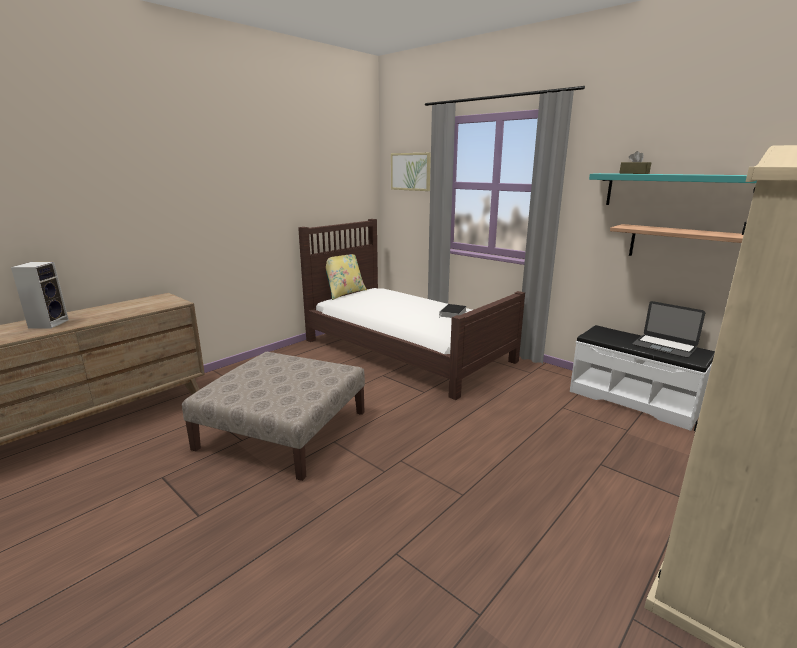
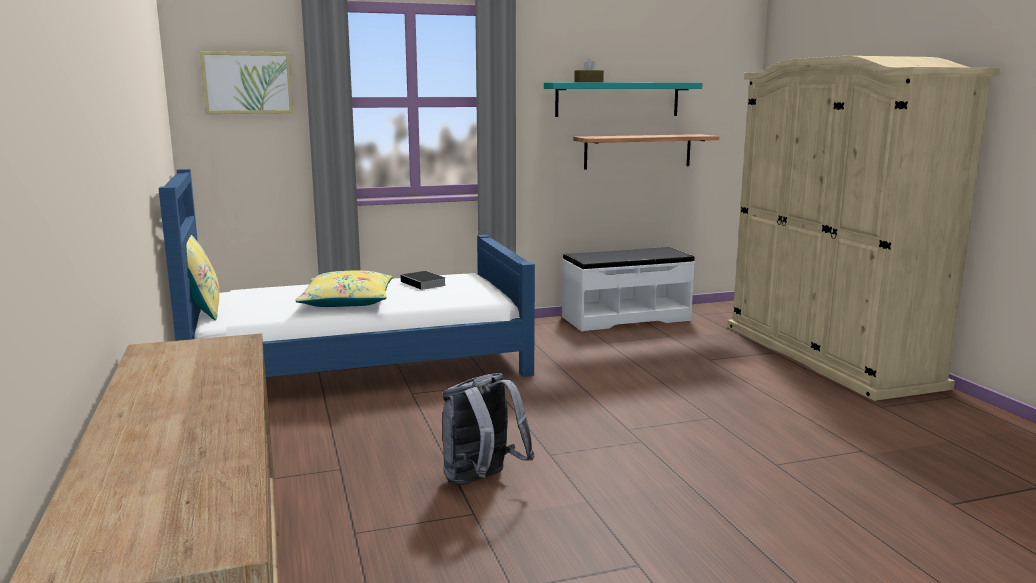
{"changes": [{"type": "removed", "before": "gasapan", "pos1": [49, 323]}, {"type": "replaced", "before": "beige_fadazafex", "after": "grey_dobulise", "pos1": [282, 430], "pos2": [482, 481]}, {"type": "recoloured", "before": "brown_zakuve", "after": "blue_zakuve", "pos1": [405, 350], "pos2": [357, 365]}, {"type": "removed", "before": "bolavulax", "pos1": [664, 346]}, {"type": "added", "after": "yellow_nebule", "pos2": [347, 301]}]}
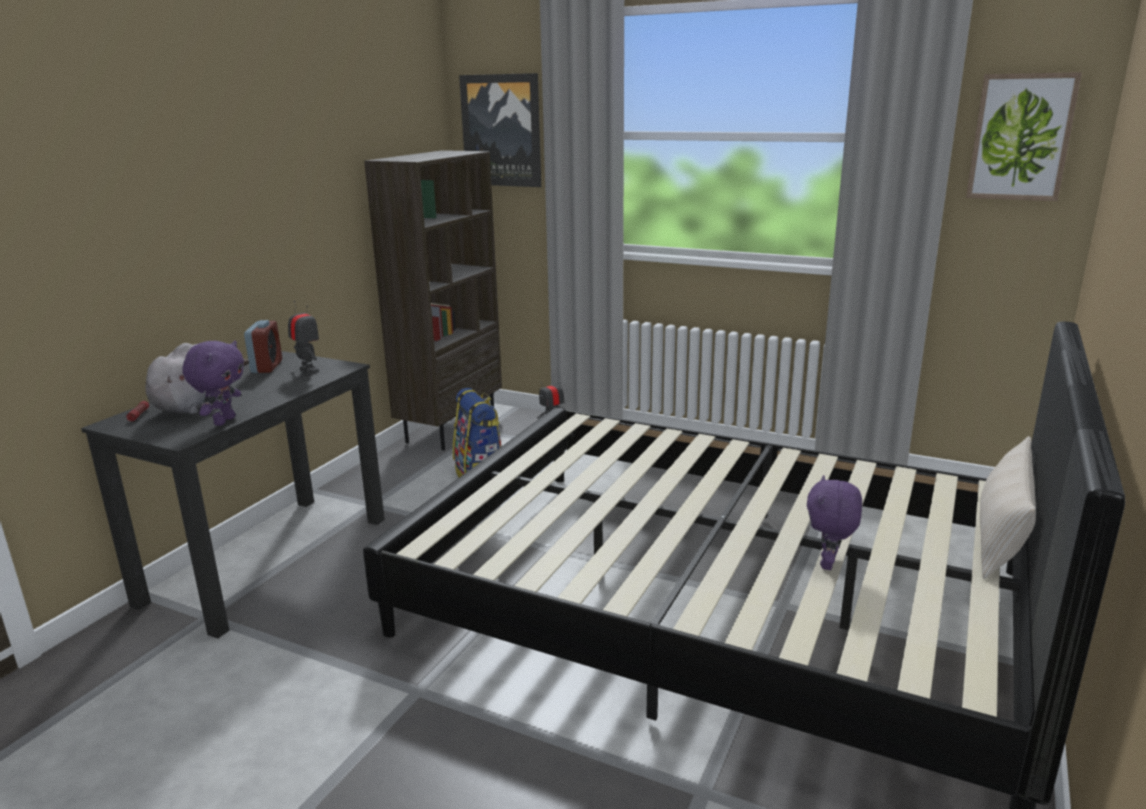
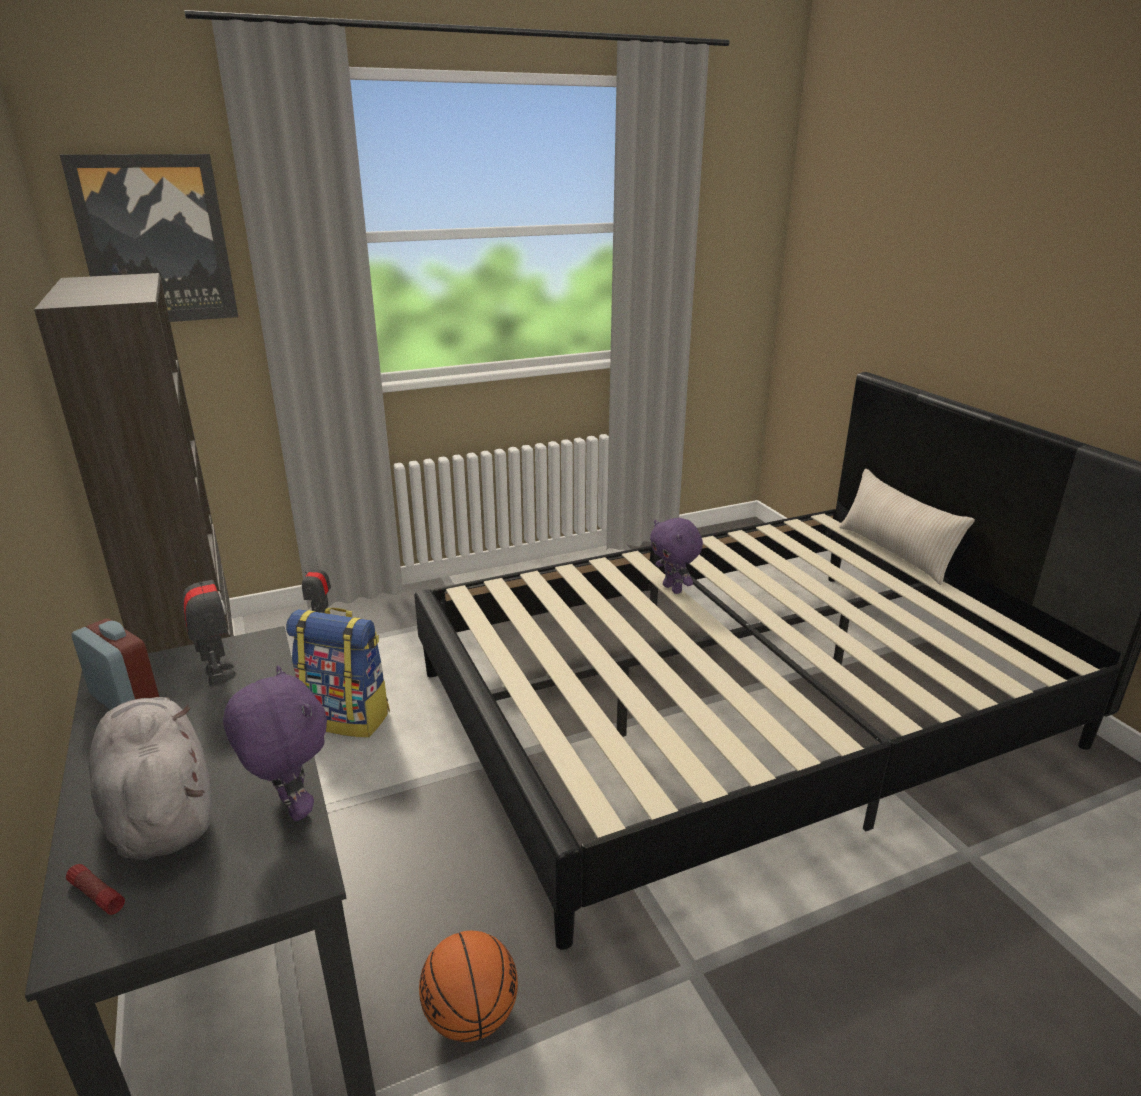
{"changes": [{"type": "turned", "before": "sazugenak", "pos1": [308, 371], "pos2": [218, 674], "turn": 60}, {"type": "moved", "before": "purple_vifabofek", "pos1": [829, 564], "pos2": [673, 589]}, {"type": "removed", "before": "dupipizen", "pos1": [1021, 137]}, {"type": "added", "after": "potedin", "pos2": [471, 1016]}]}
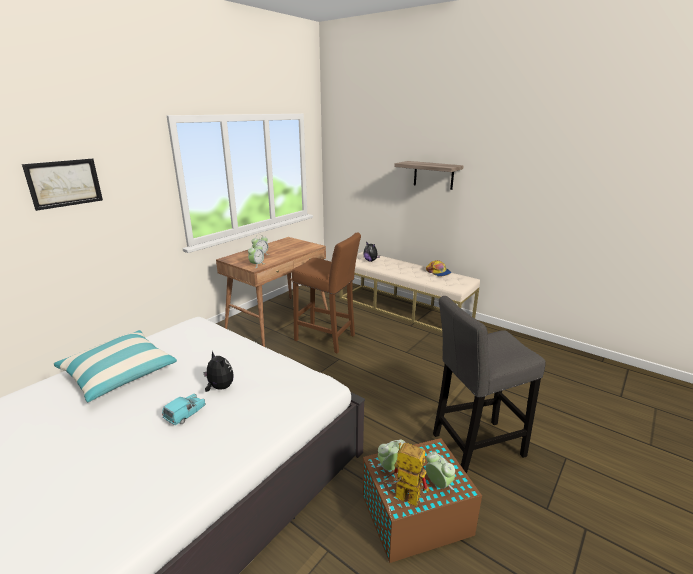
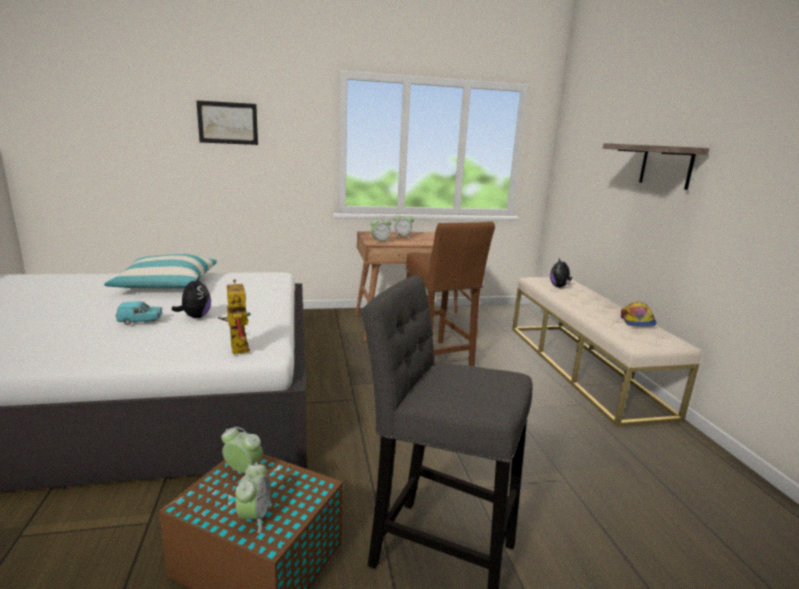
{"changes": [{"type": "moved", "before": "sazugenak", "pos1": [401, 496], "pos2": [236, 346]}]}
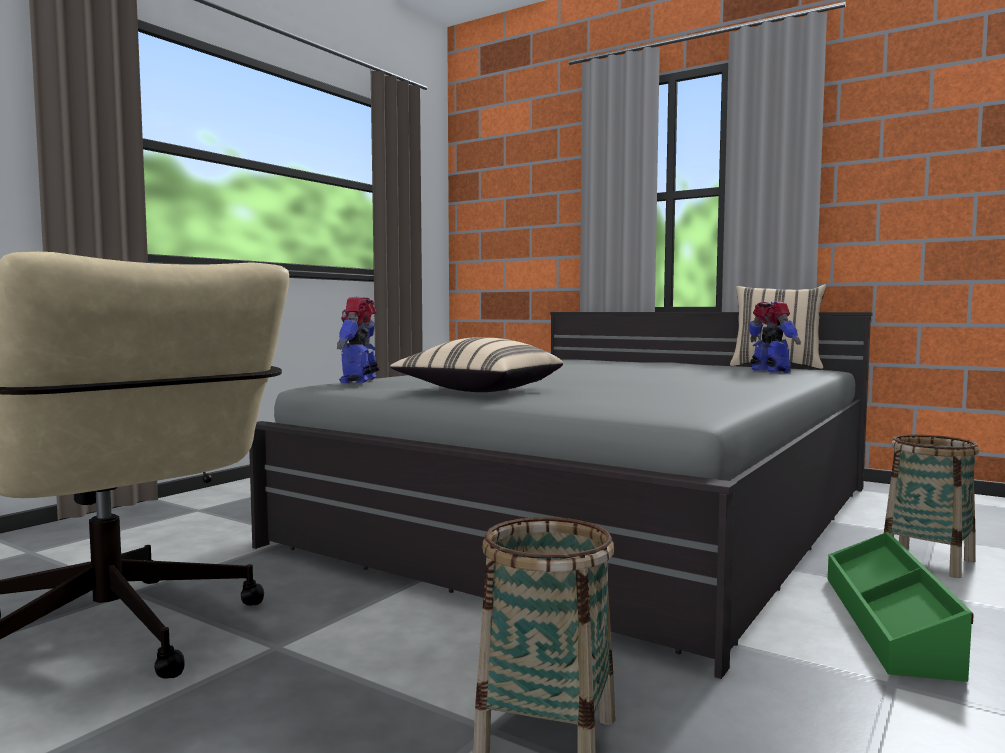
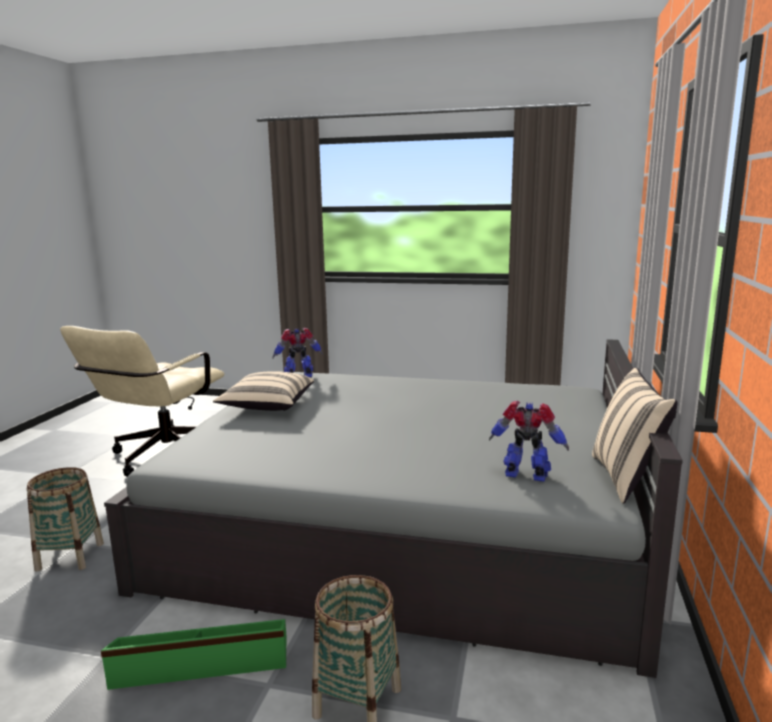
{"changes": [{"type": "turned", "before": "sazugenak", "pos1": [770, 371], "pos2": [526, 476], "turn": -120}]}
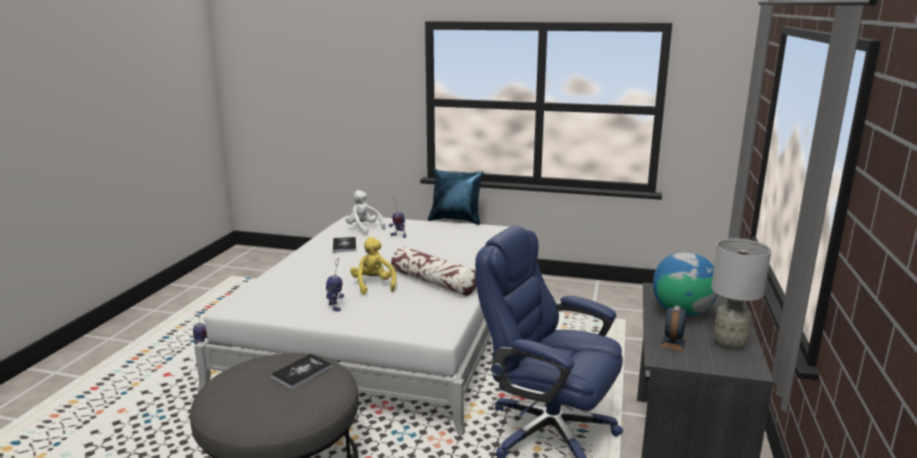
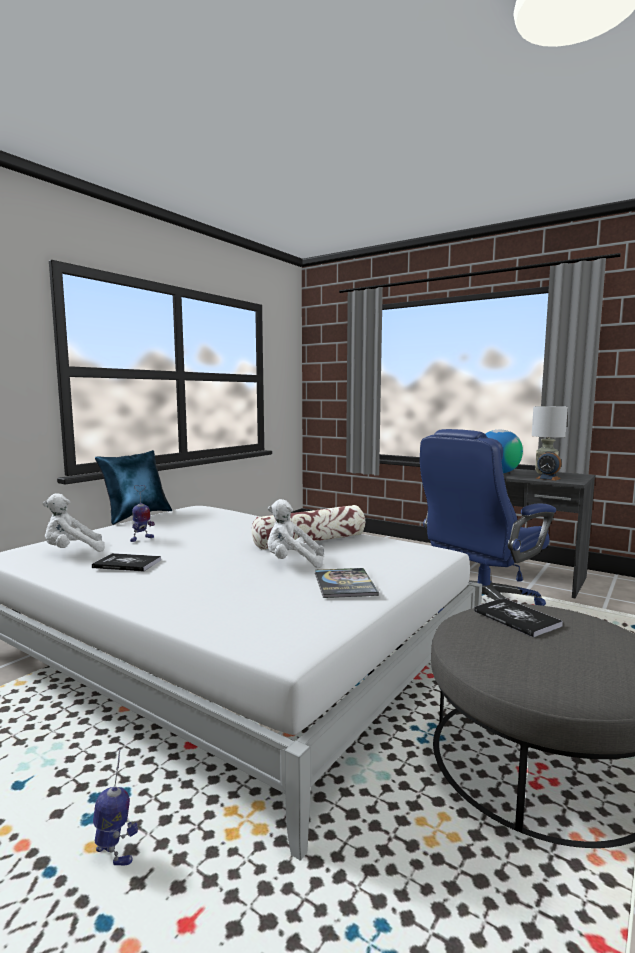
{"changes": [{"type": "replaced", "before": "sazugenak", "after": "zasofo", "pos1": [335, 307], "pos2": [344, 584]}, {"type": "recoloured", "before": "yellow_vifabofek", "after": "white_vifabofek", "pos1": [373, 285], "pos2": [292, 563]}]}
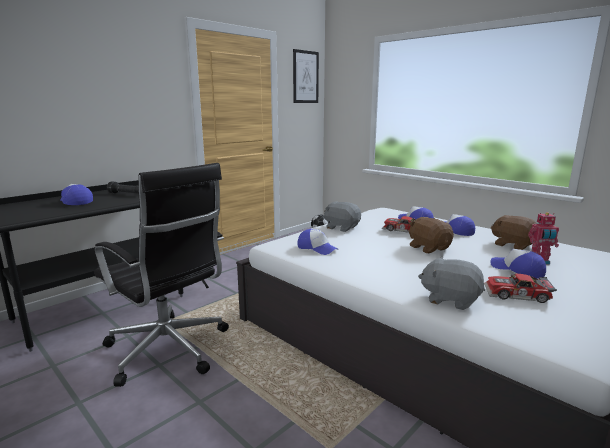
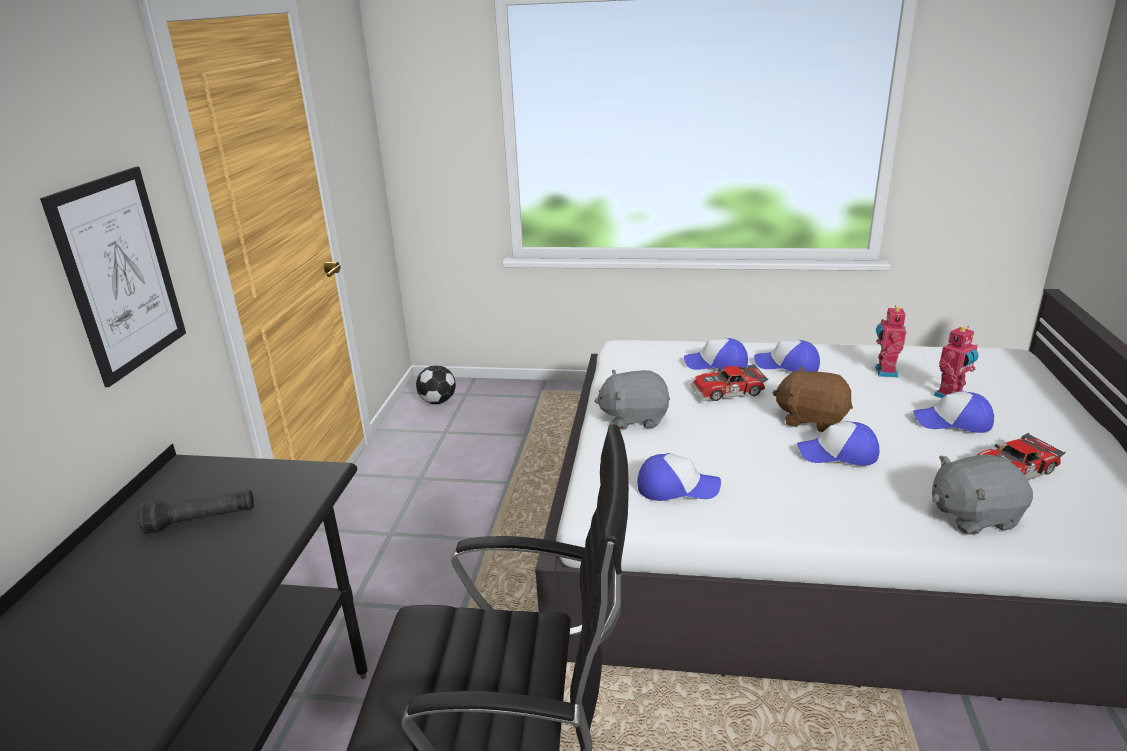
{"changes": [{"type": "moved", "before": "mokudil", "pos1": [75, 201], "pos2": [838, 454]}, {"type": "moved", "before": "dupipizen", "pos1": [305, 77], "pos2": [120, 274]}, {"type": "replaced", "before": "brown_vifabofek", "after": "sazugenak", "pos1": [513, 245], "pos2": [884, 372]}]}
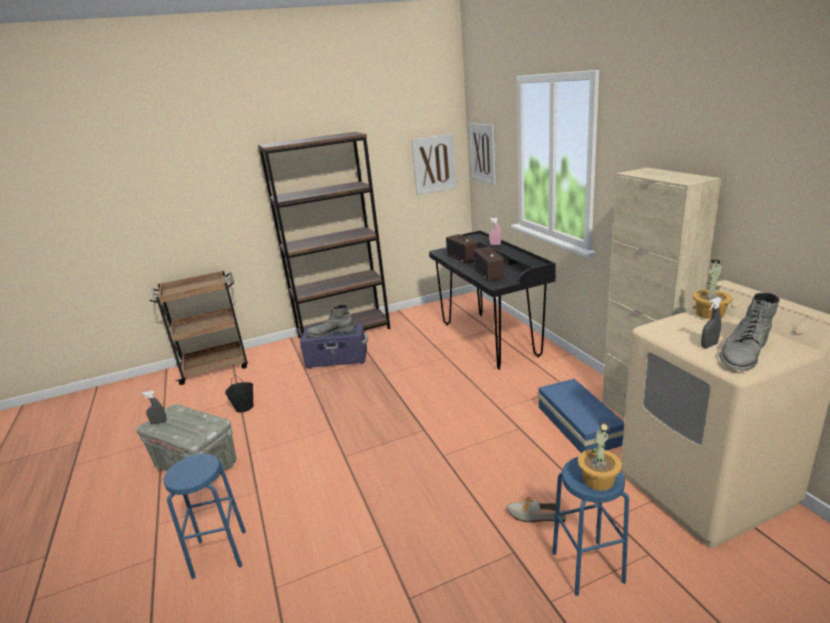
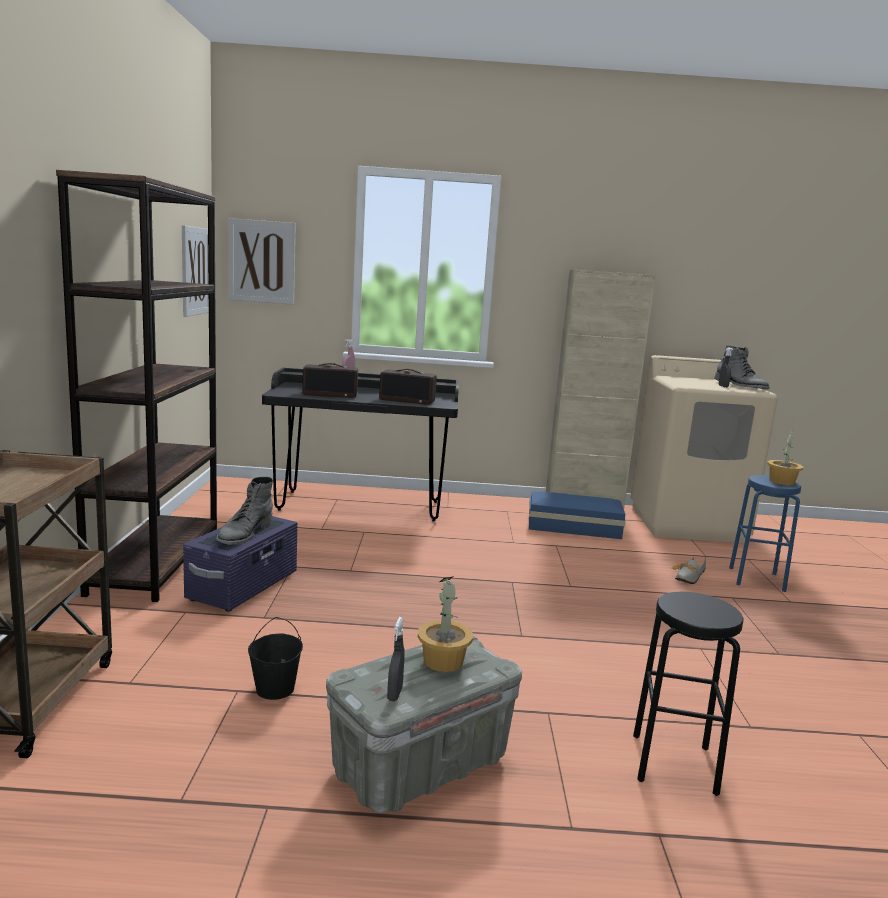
{"changes": [{"type": "recoloured", "before": "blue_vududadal", "after": "black_vududadal", "pos1": [219, 553], "pos2": [674, 763]}, {"type": "moved", "before": "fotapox", "pos1": [709, 314], "pos2": [443, 661]}]}
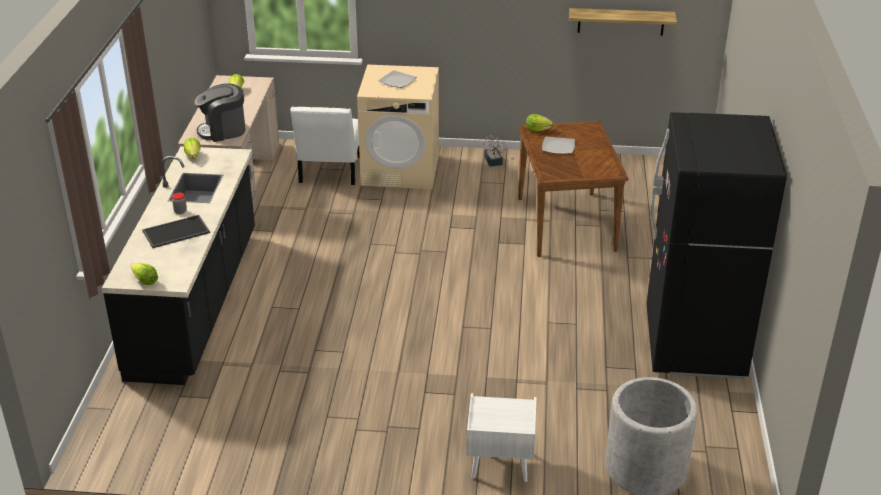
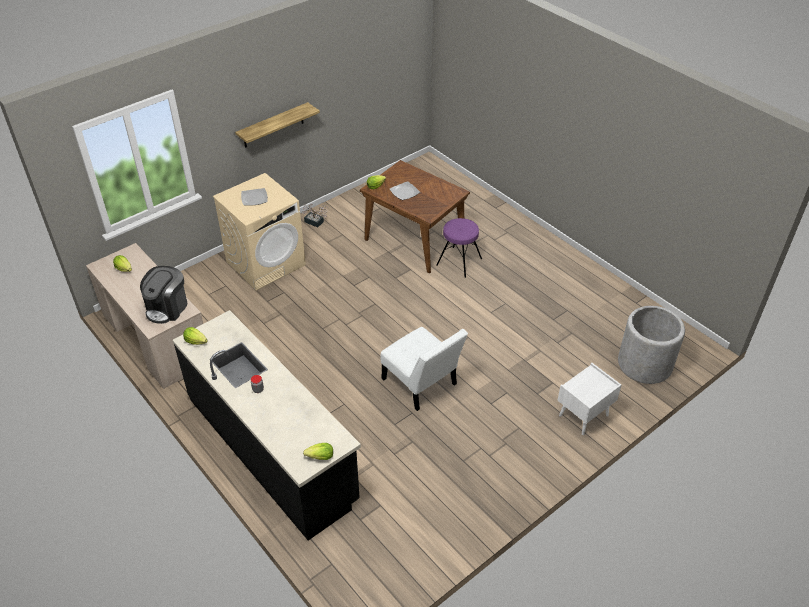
{"changes": [{"type": "removed", "before": "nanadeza", "pos1": [176, 232]}, {"type": "moved", "before": "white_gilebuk", "pos1": [329, 172], "pos2": [421, 384]}, {"type": "moved", "before": "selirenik", "pos1": [621, 21], "pos2": [273, 125]}, {"type": "removed", "before": "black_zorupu", "pos1": [694, 344]}, {"type": "added", "after": "purple_vududadal", "pos2": [459, 262]}]}
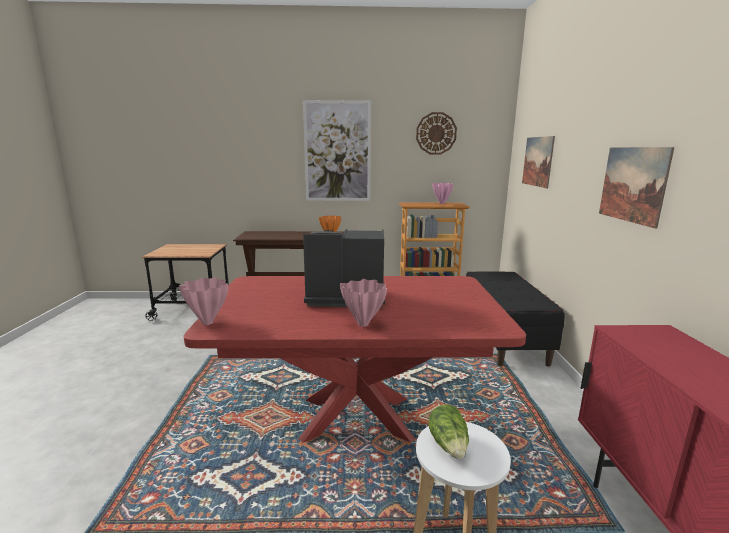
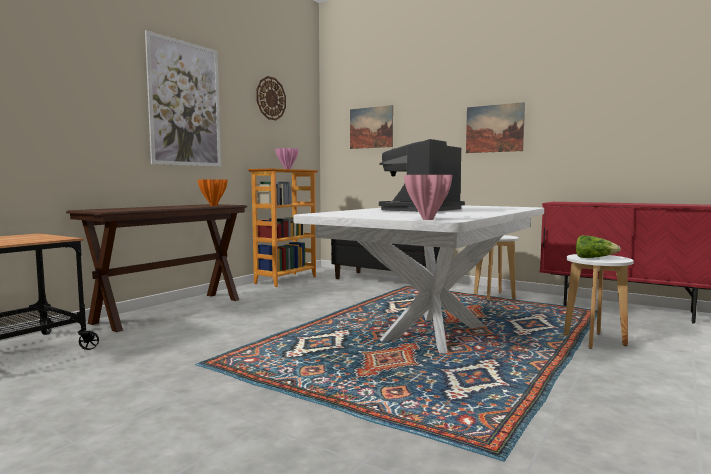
{"changes": [{"type": "recoloured", "before": "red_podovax", "after": "white_podovax", "pos1": [356, 418], "pos2": [433, 333]}, {"type": "removed", "before": "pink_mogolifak", "pos1": [364, 324]}, {"type": "added", "after": "white_vududadal", "pos2": [494, 296]}]}
